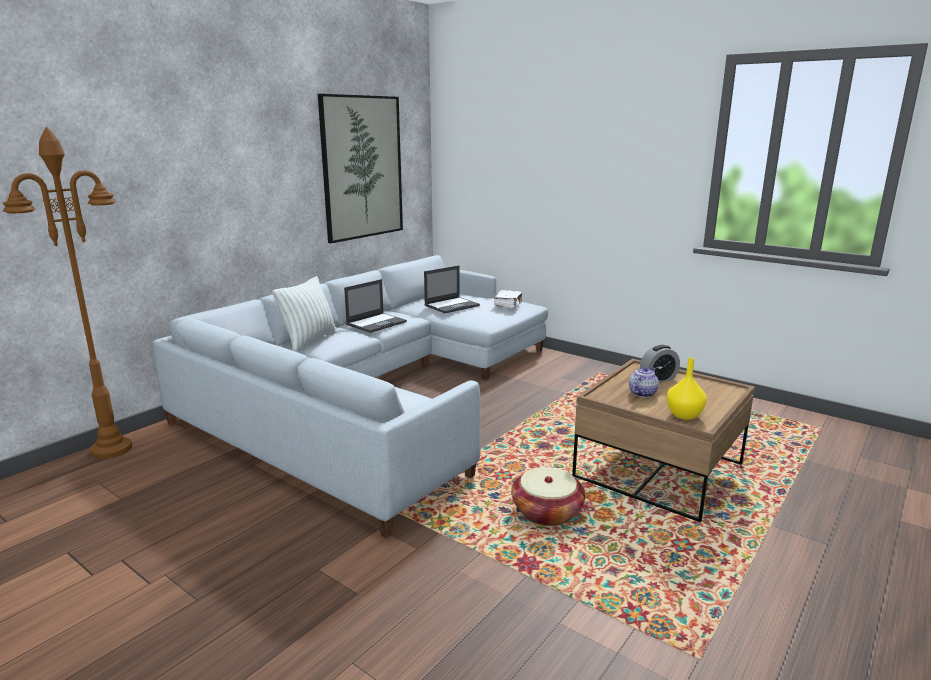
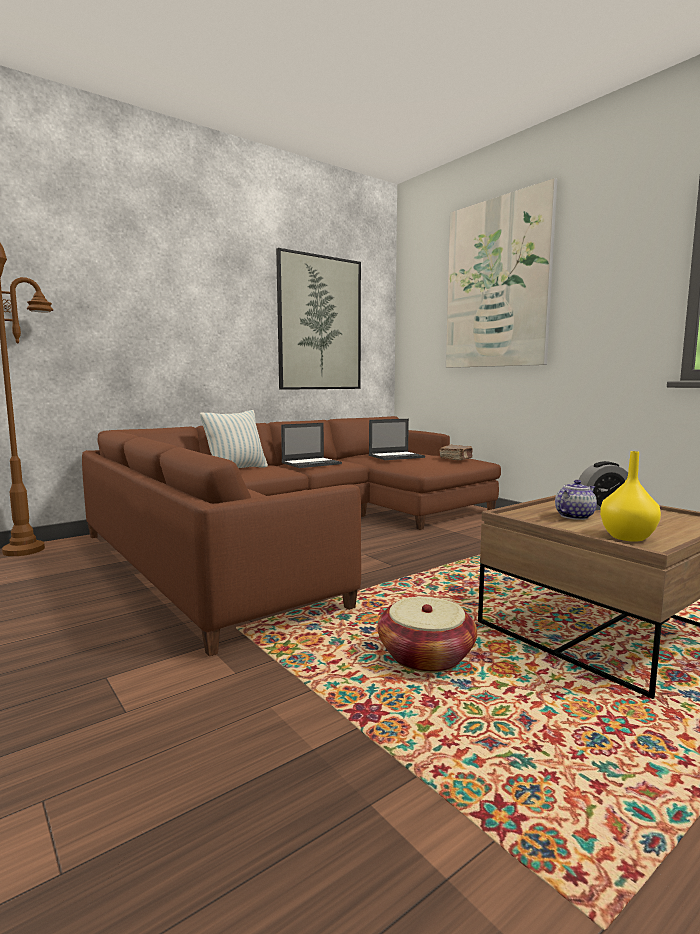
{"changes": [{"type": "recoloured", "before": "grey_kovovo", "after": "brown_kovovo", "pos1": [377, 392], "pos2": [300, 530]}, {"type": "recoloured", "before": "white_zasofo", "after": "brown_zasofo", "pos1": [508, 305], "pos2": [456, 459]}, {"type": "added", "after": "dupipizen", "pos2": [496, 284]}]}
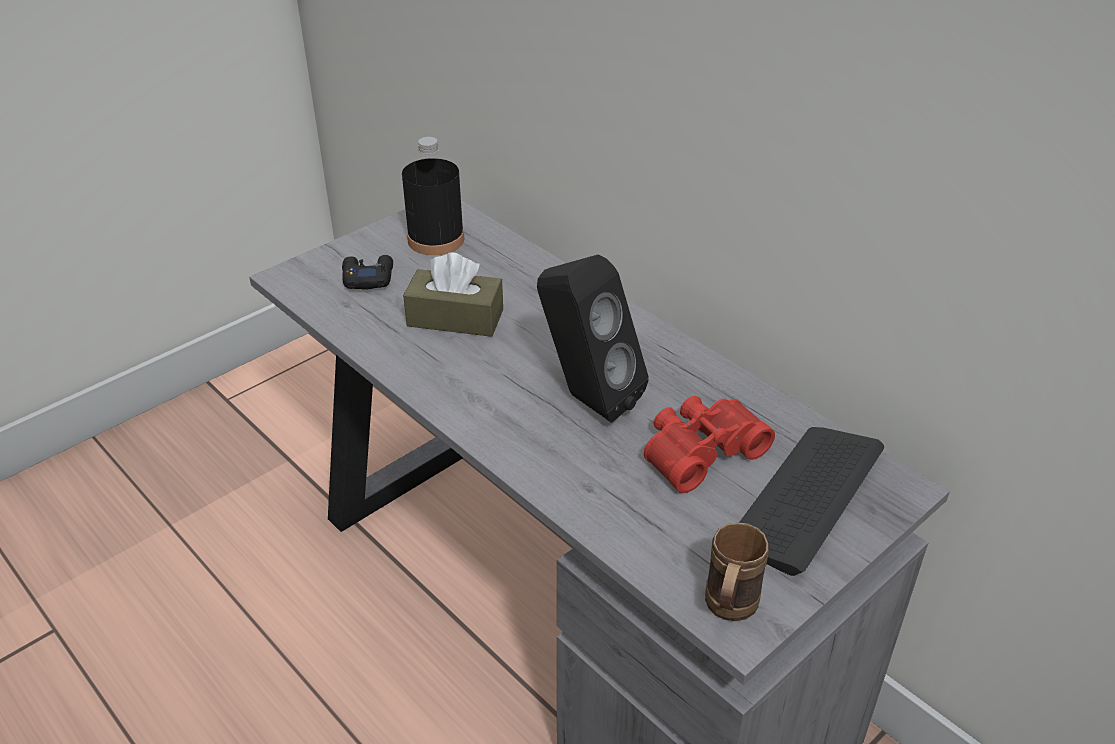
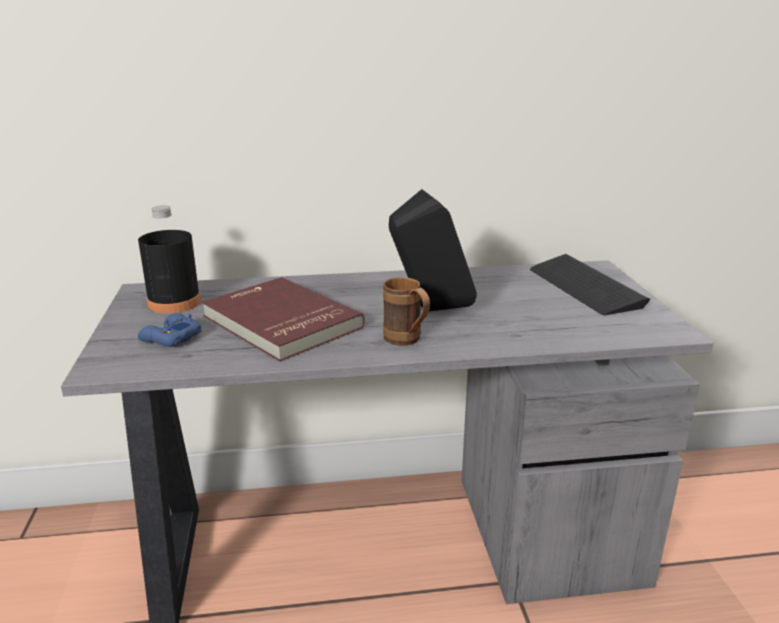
{"changes": [{"type": "recoloured", "before": "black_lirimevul", "after": "blue_lirimevul", "pos1": [368, 278], "pos2": [170, 338]}, {"type": "replaced", "before": "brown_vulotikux", "after": "red_zasofo", "pos1": [455, 318], "pos2": [279, 323]}, {"type": "removed", "before": "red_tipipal", "pos1": [699, 451]}, {"type": "moved", "before": "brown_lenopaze", "pos1": [727, 611], "pos2": [407, 341]}]}
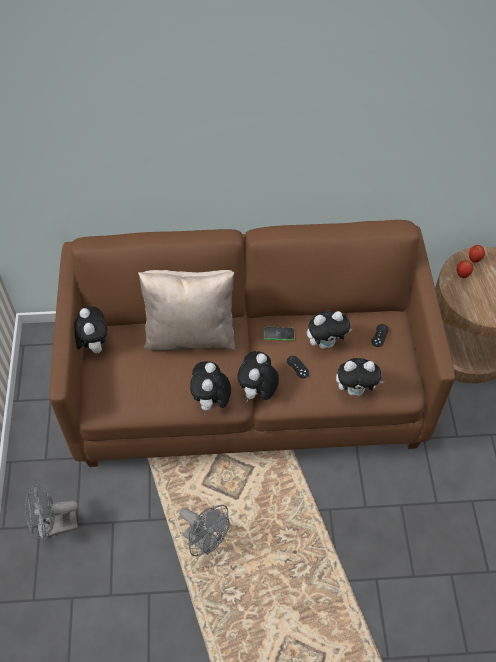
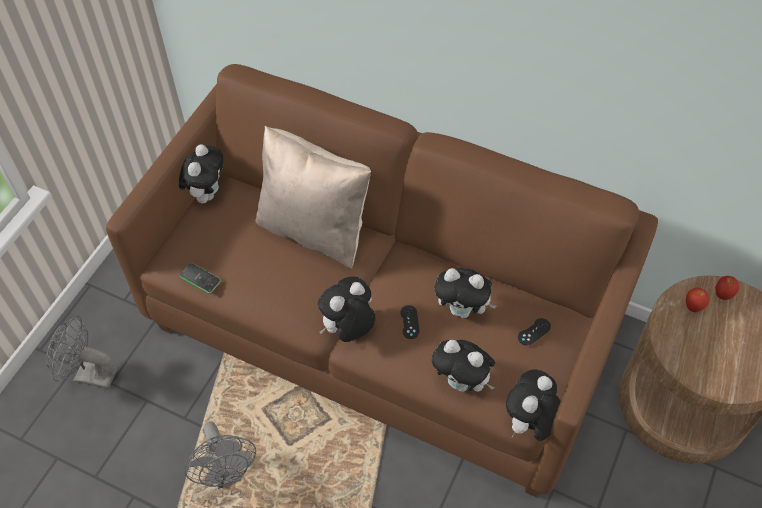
{"changes": [{"type": "moved", "before": "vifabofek", "pos1": [211, 402], "pos2": [529, 424]}, {"type": "moved", "before": "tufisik", "pos1": [279, 334], "pos2": [200, 278]}]}
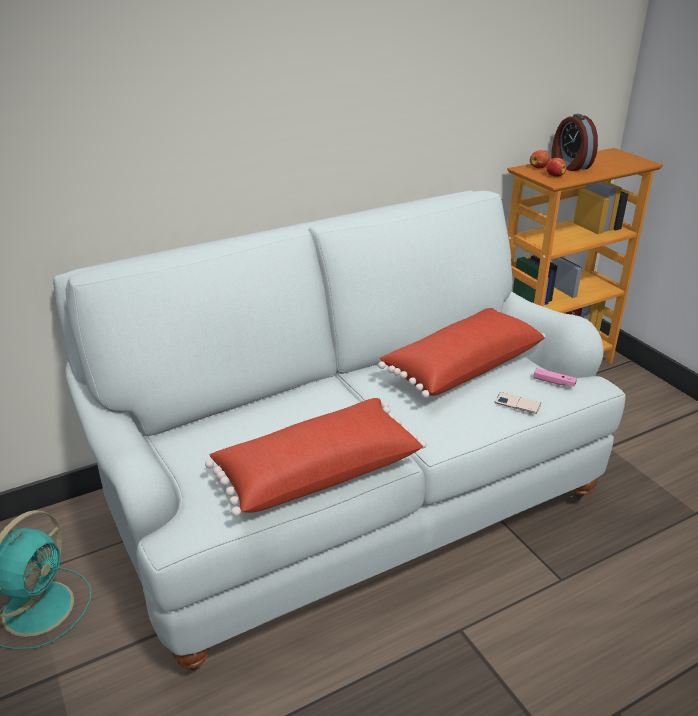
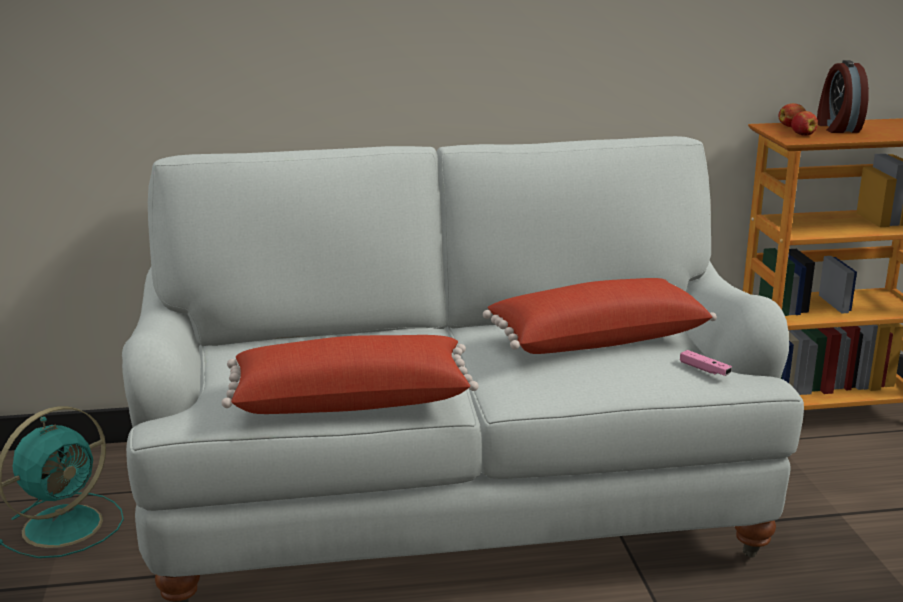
{"changes": [{"type": "removed", "before": "tufisik", "pos1": [517, 403]}]}
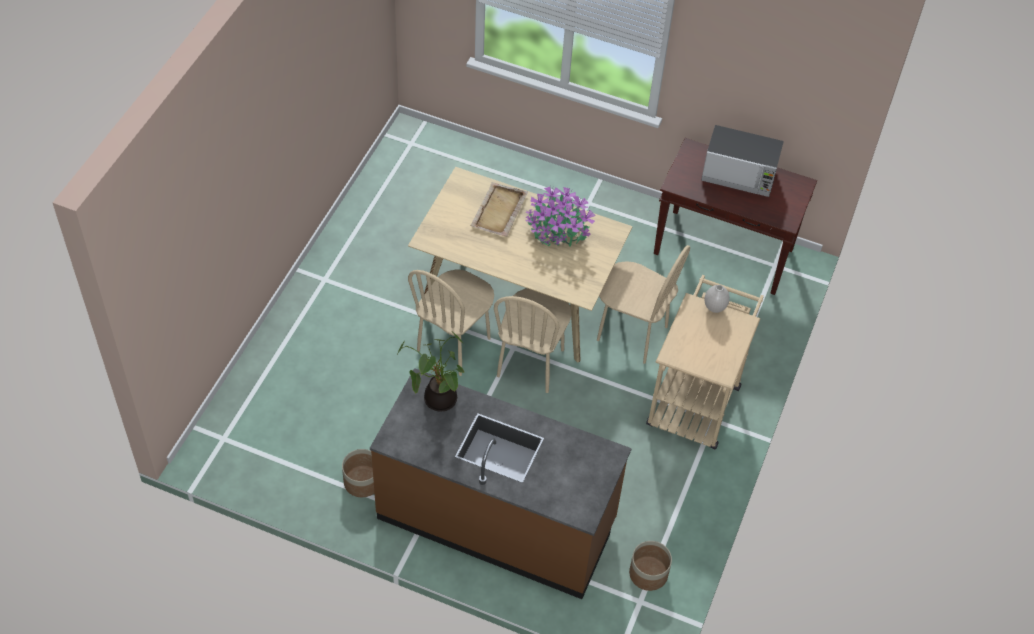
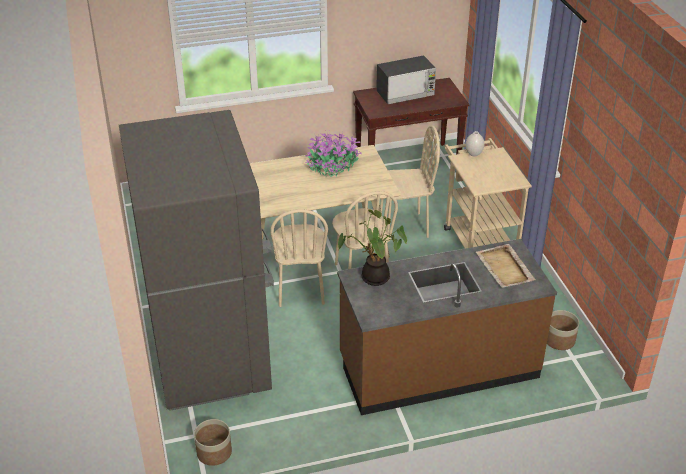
{"changes": [{"type": "moved", "before": "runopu", "pos1": [362, 481], "pos2": [214, 452]}, {"type": "moved", "before": "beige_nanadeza", "pos1": [498, 211], "pos2": [504, 268]}, {"type": "added", "after": "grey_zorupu", "pos2": [210, 356]}]}
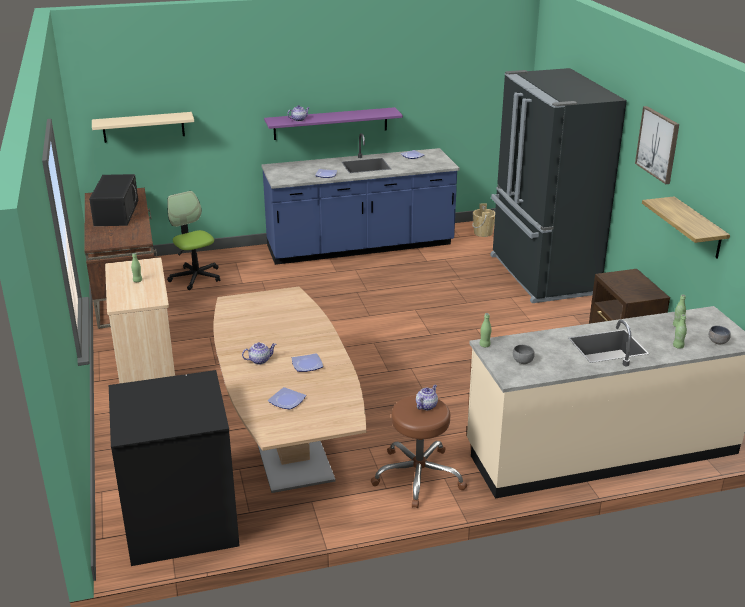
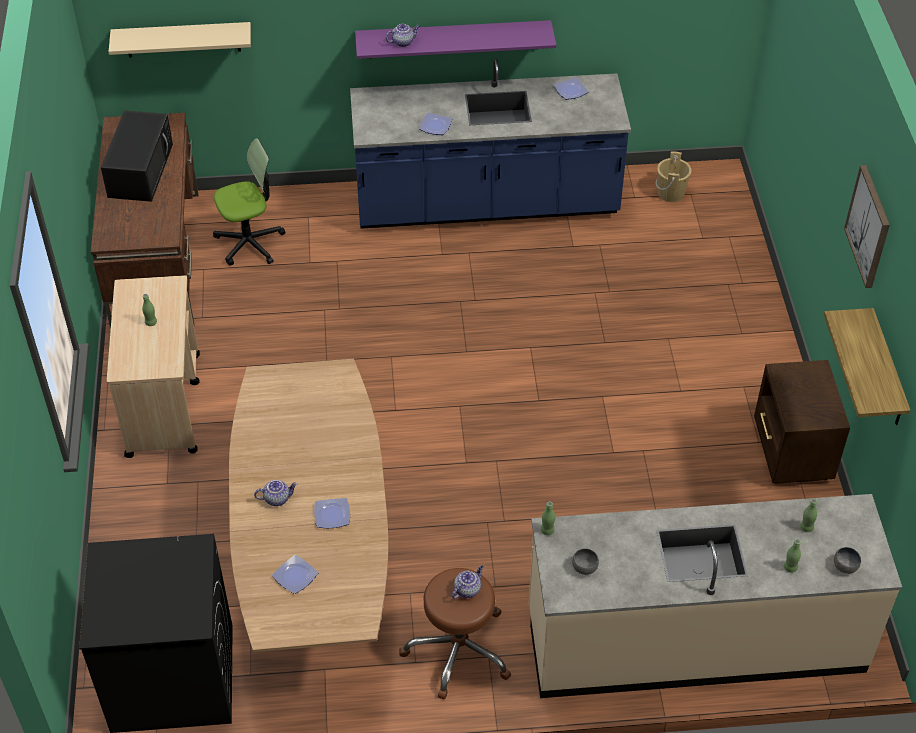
{"changes": [{"type": "turned", "before": "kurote", "pos1": [196, 277], "pos2": [250, 243], "turn": 90}, {"type": "removed", "before": "black_zorupu", "pos1": [541, 275]}]}
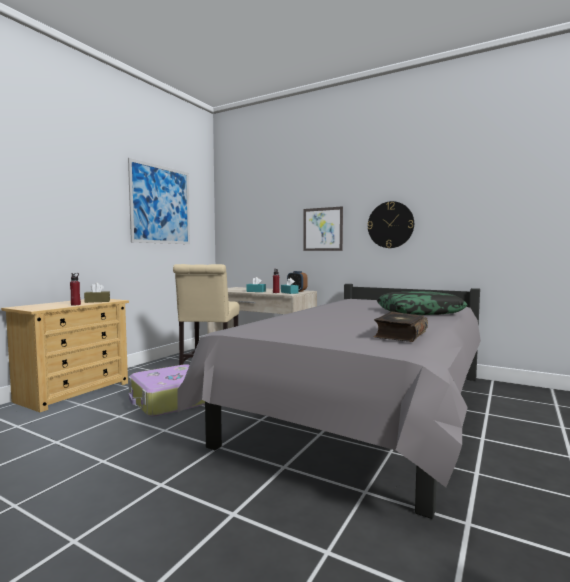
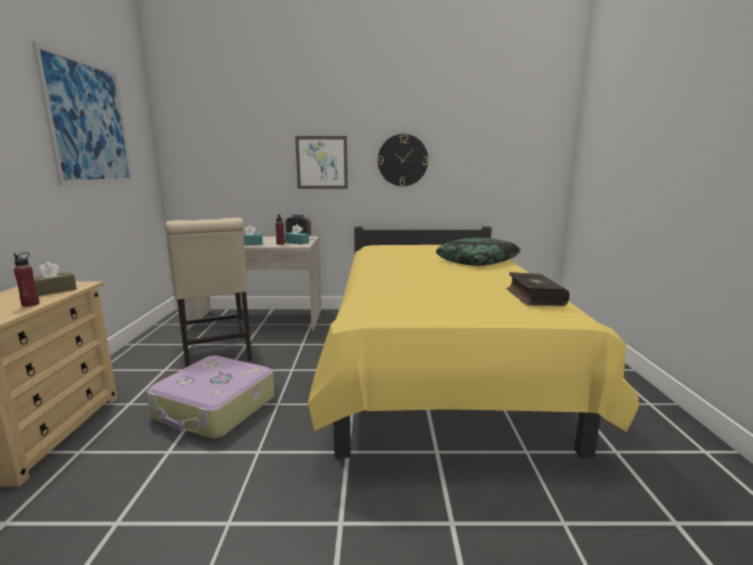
{"changes": [{"type": "recoloured", "before": "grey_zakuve", "after": "yellow_zakuve", "pos1": [366, 410], "pos2": [436, 365]}]}
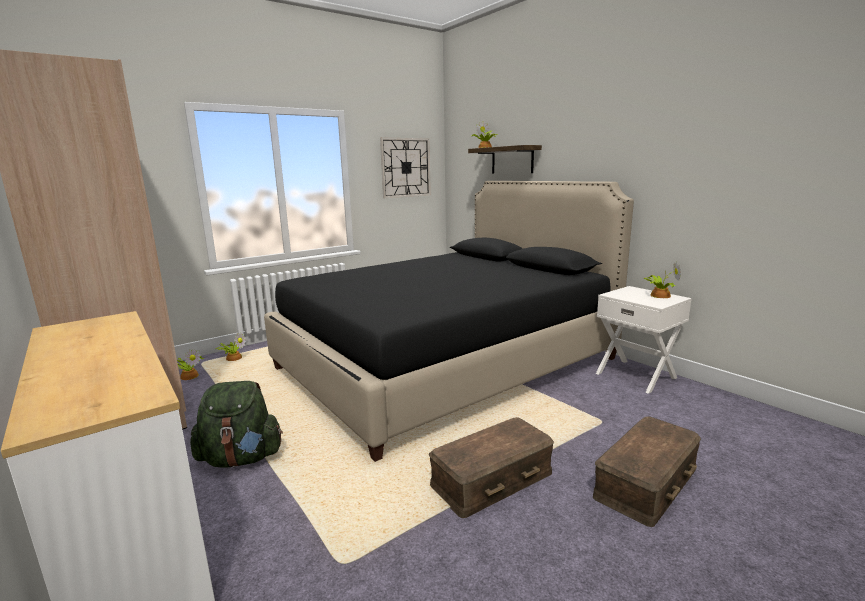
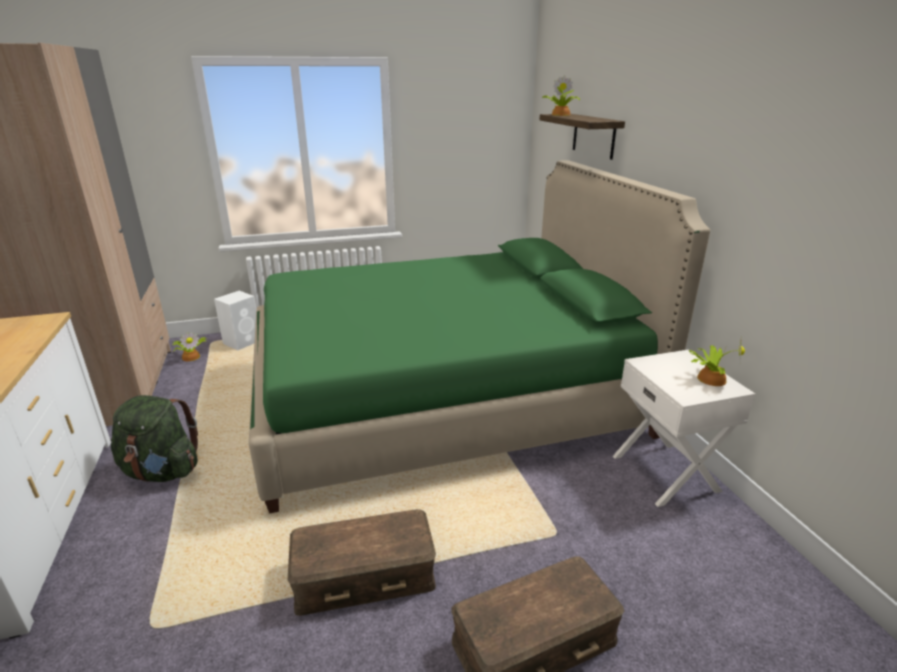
{"changes": [{"type": "replaced", "before": "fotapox", "after": "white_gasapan", "pos1": [234, 358], "pos2": [243, 342]}, {"type": "recoloured", "before": "black_zakuve", "after": "green_zakuve", "pos1": [445, 363], "pos2": [443, 396]}, {"type": "removed", "before": "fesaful", "pos1": [405, 167]}]}
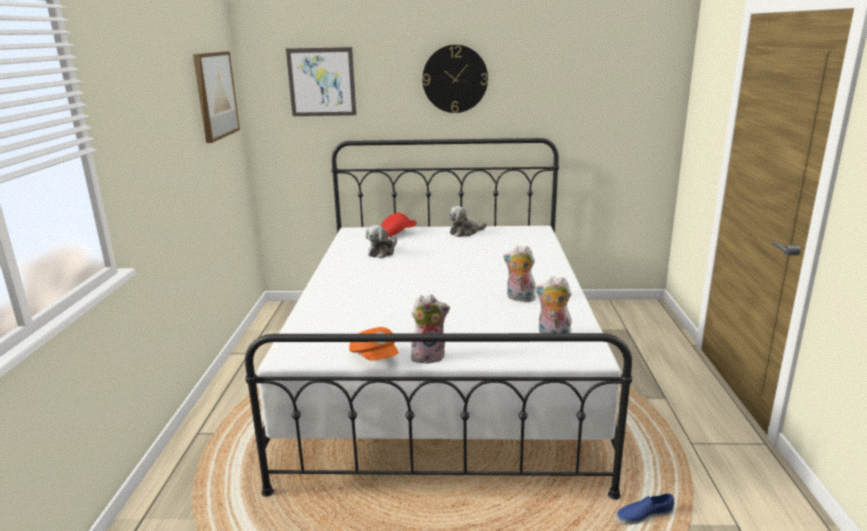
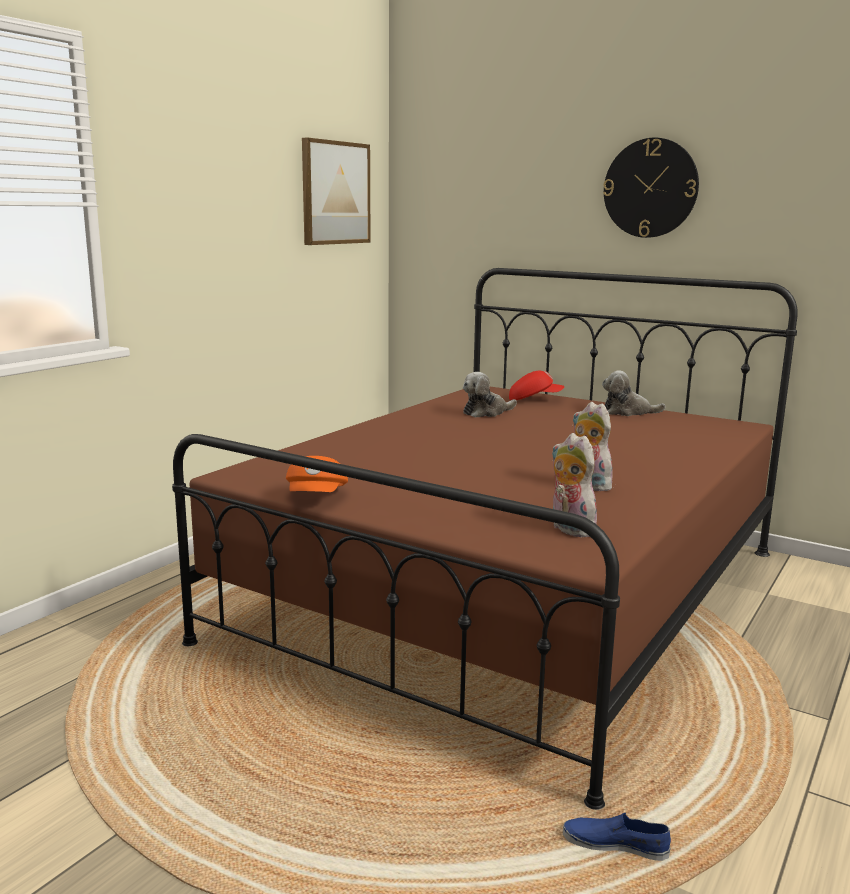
{"changes": [{"type": "recoloured", "before": "white_zakuve", "after": "brown_zakuve", "pos1": [443, 374], "pos2": [511, 593]}, {"type": "removed", "before": "dupipizen", "pos1": [321, 82]}, {"type": "removed", "before": "vifabofek", "pos1": [428, 356]}]}
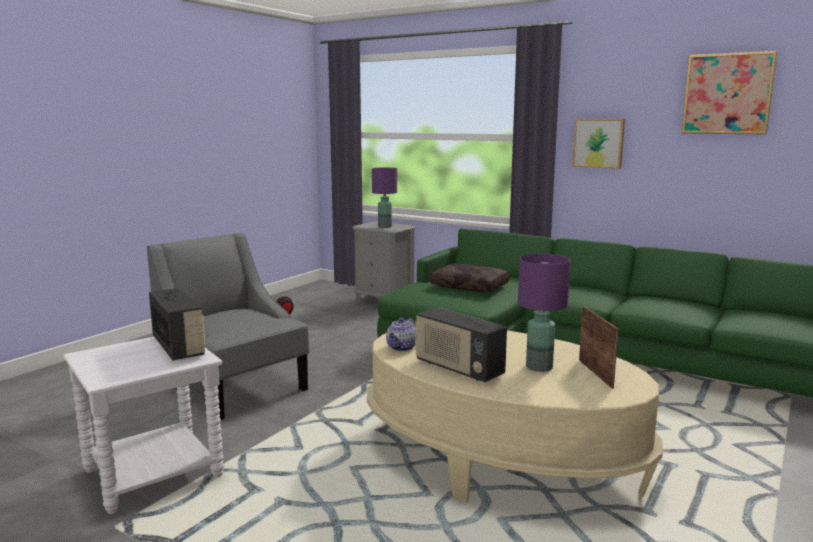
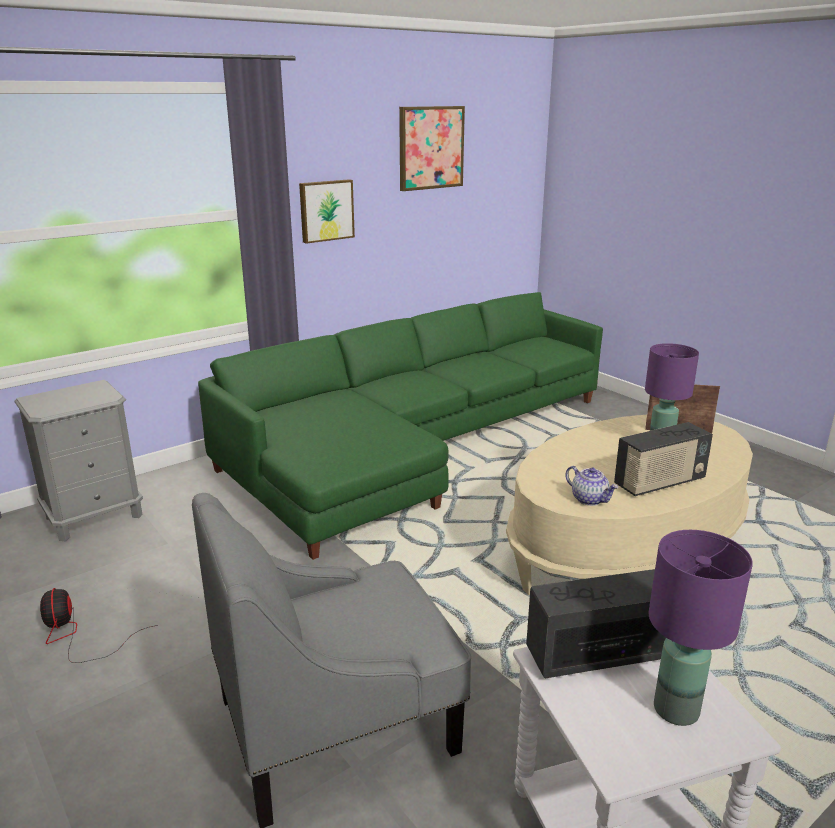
{"changes": [{"type": "moved", "before": "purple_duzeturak", "pos1": [384, 227], "pos2": [676, 711]}, {"type": "removed", "before": "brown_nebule", "pos1": [471, 286]}]}
